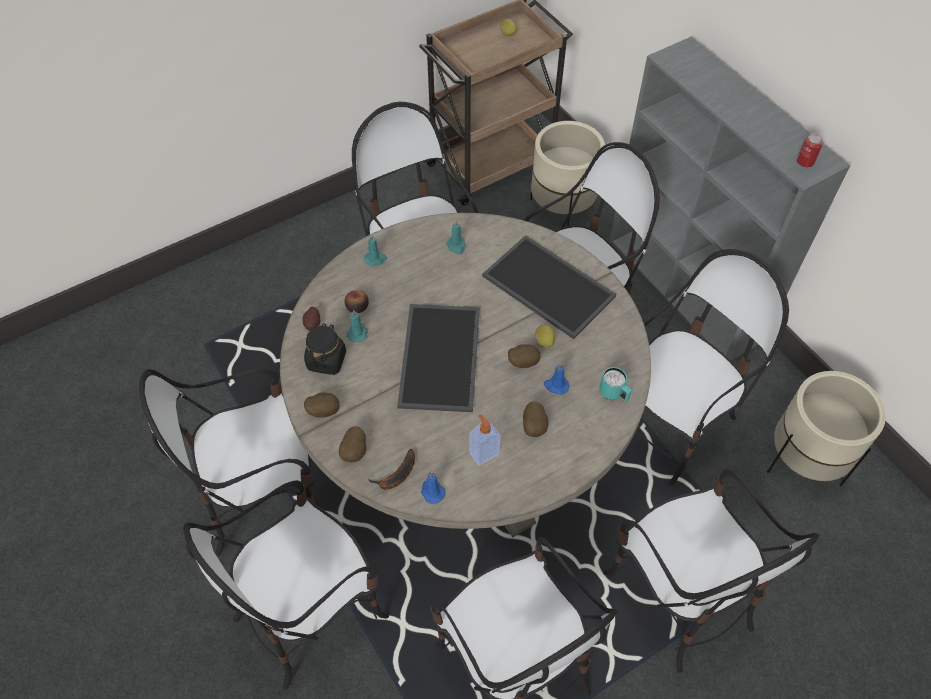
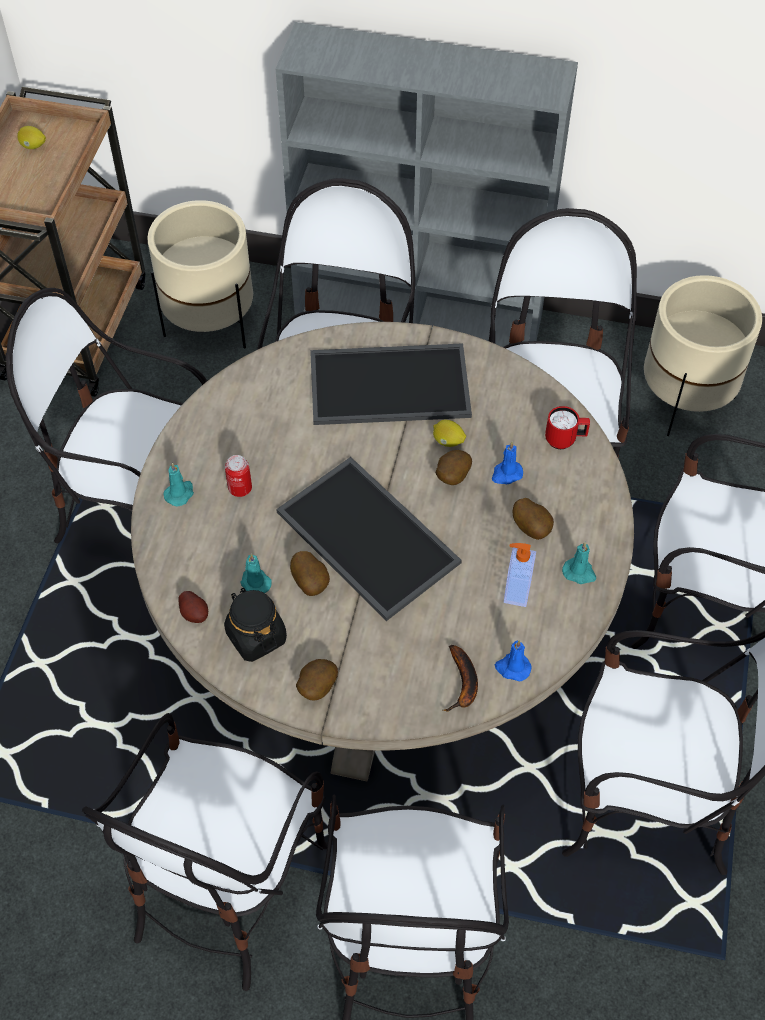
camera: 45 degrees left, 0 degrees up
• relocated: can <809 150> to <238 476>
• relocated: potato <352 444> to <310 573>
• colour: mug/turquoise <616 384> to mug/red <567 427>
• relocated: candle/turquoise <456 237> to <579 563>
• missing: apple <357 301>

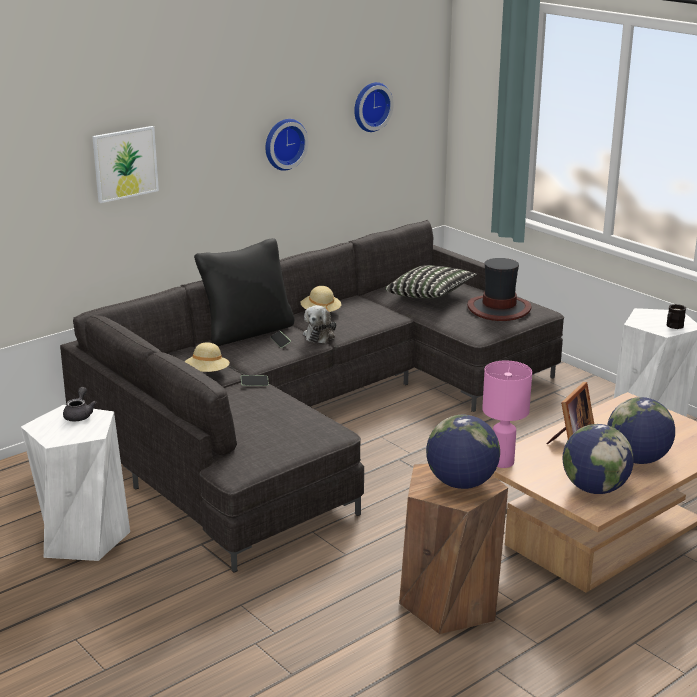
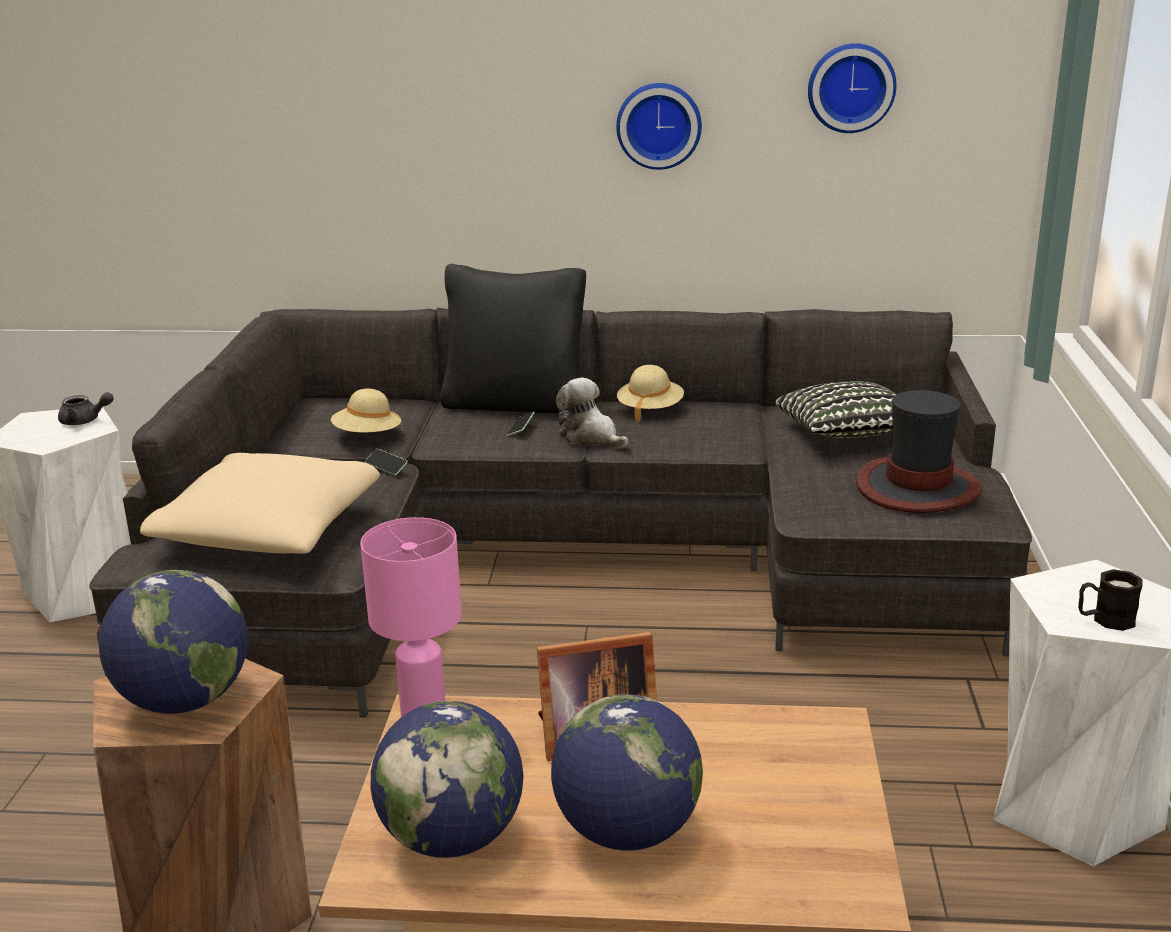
camera: 45 degrees right, 0 degrees up
• spun: teapot/grey <80 404> = <86 408> 45 degrees clockwise
• appeared: pillow/beige <260 503>
• spun: plush toy <319 324> = <592 413> 75 degrees clockwise
• missing: picture <125 164>

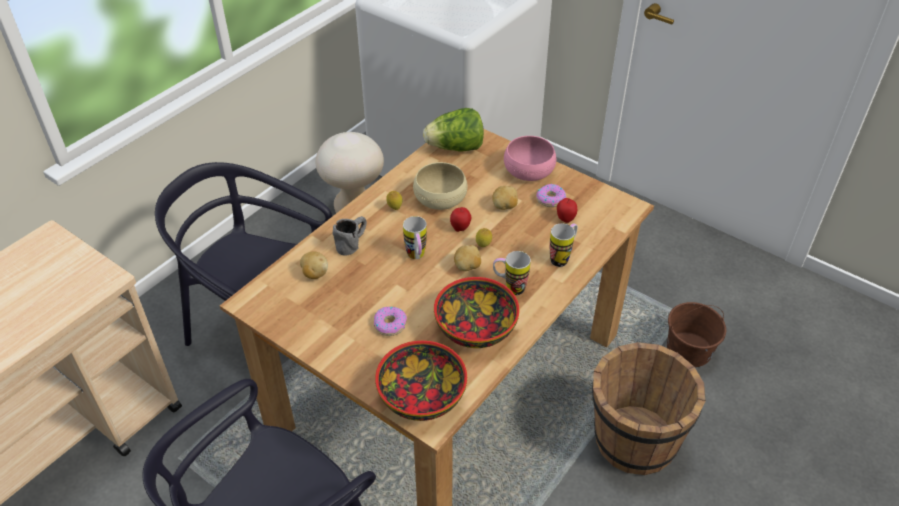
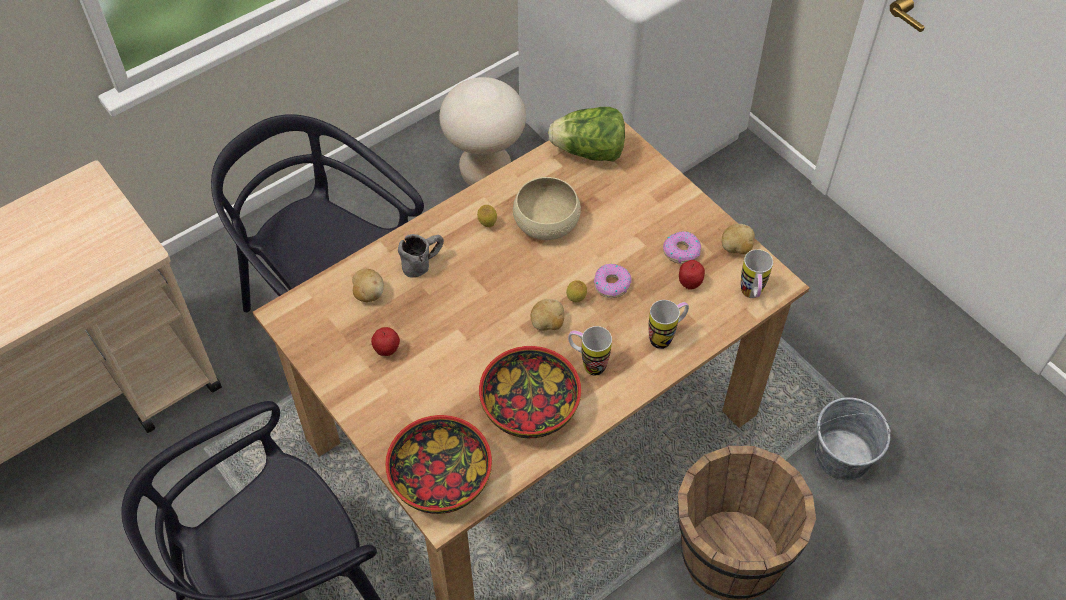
camera: 15 degrees right, 10 degrees up
• relocated: apple <460 219> to <385 341>
• relocated: donut <390 321> to <613 281>
• relocated: potato <505 198> to <738 239>
• relocated: mug <415 237> to <757 273>
• colour: bucket/brown <696 334> to bucket/grey <852 438>
• missing: bowl/pink <530 158>

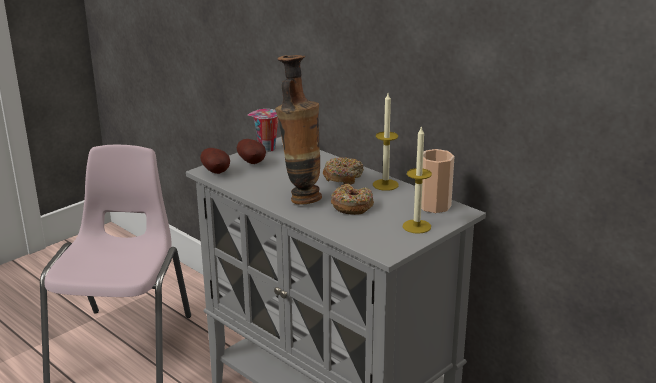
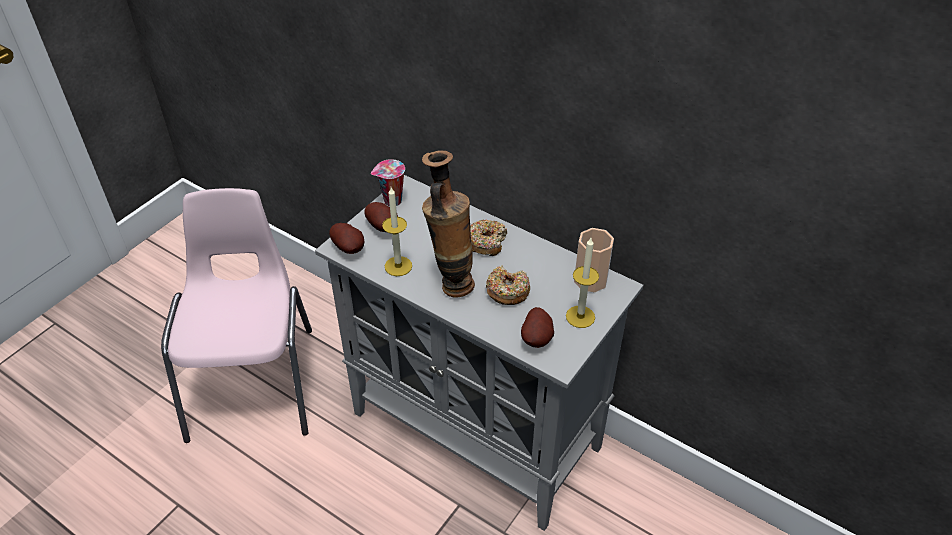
camera: 10 degrees left, 20 degrees up
• relocated: candle <386 142> to <397 231>
• appeared: potato <537 327>

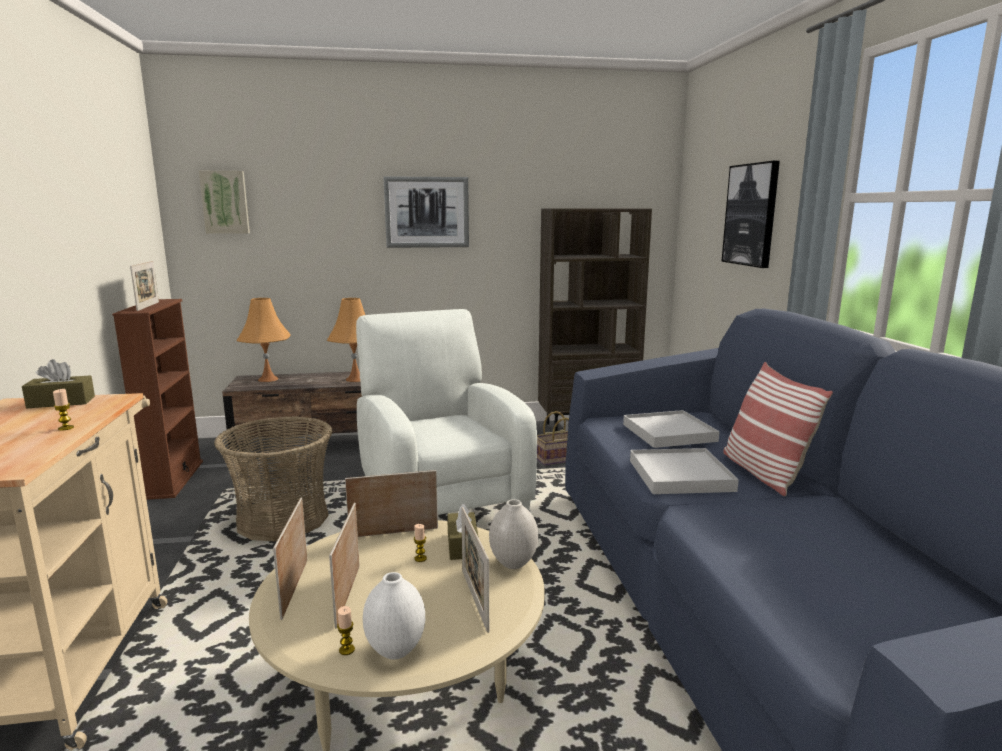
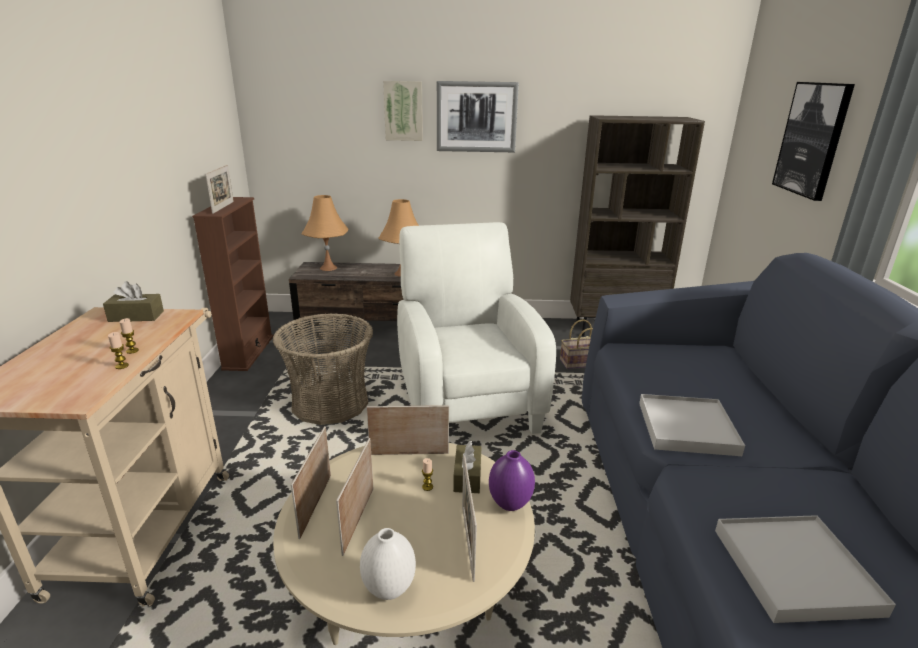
camera: 10 degrees right, 10 degrees up
• relocated: candle <346 630> to <118 350>
• relocated: picture <224 202> to <403 111>
• colour: vase/white <514 534> to vase/purple <512 480>
• relocated: tray/white <671 429> to <805 569>
• missing: pillow <778 429>

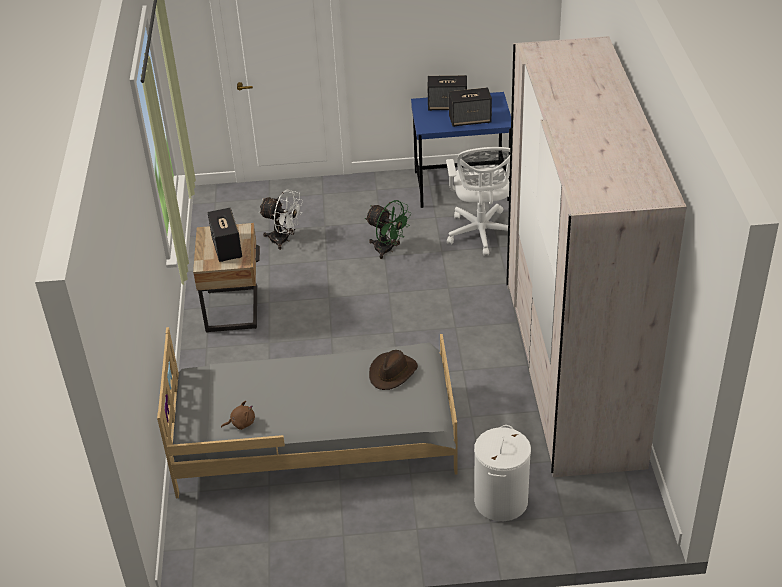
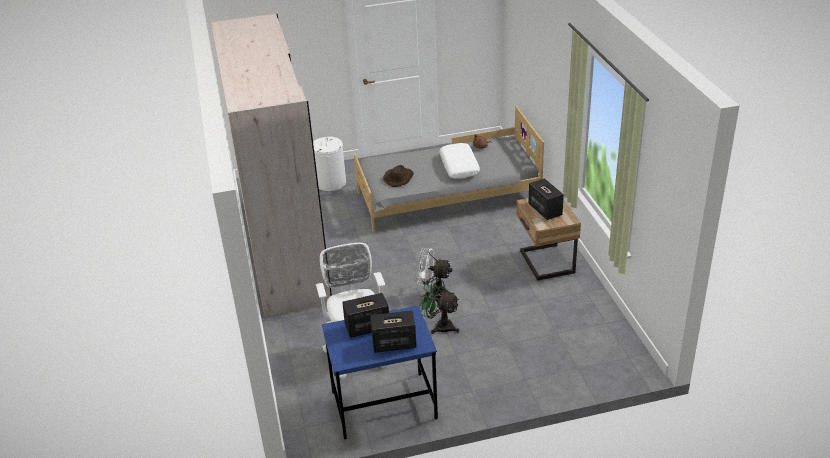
camera: 170 degrees right, 5 degrees down
• relocated: fan/white <281 220> to <435 274>
• appeared: pillow/white <459 161>

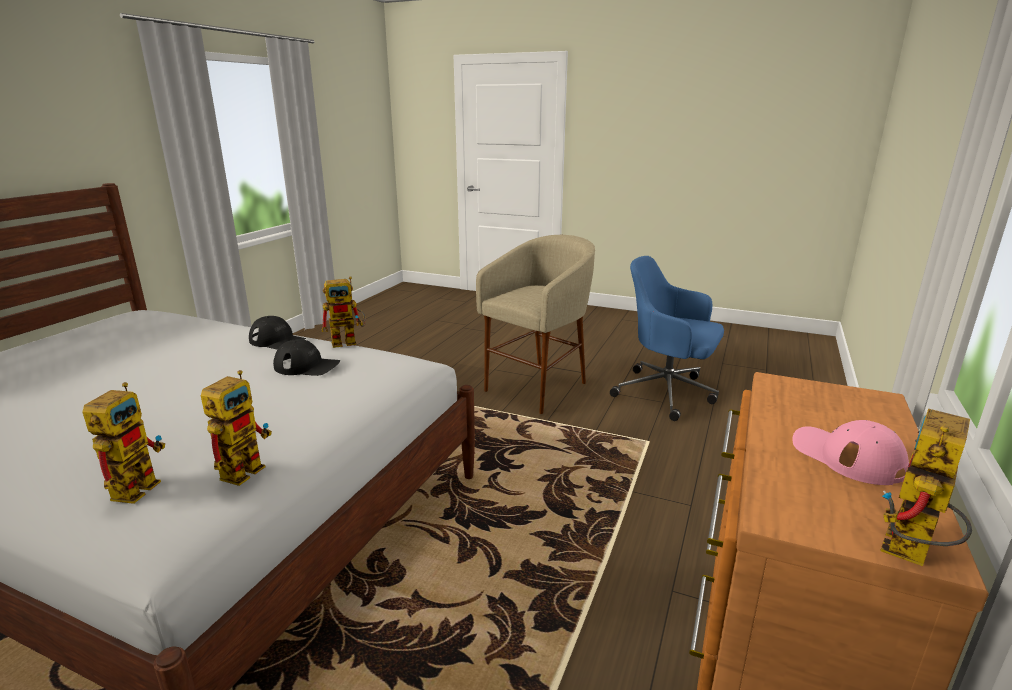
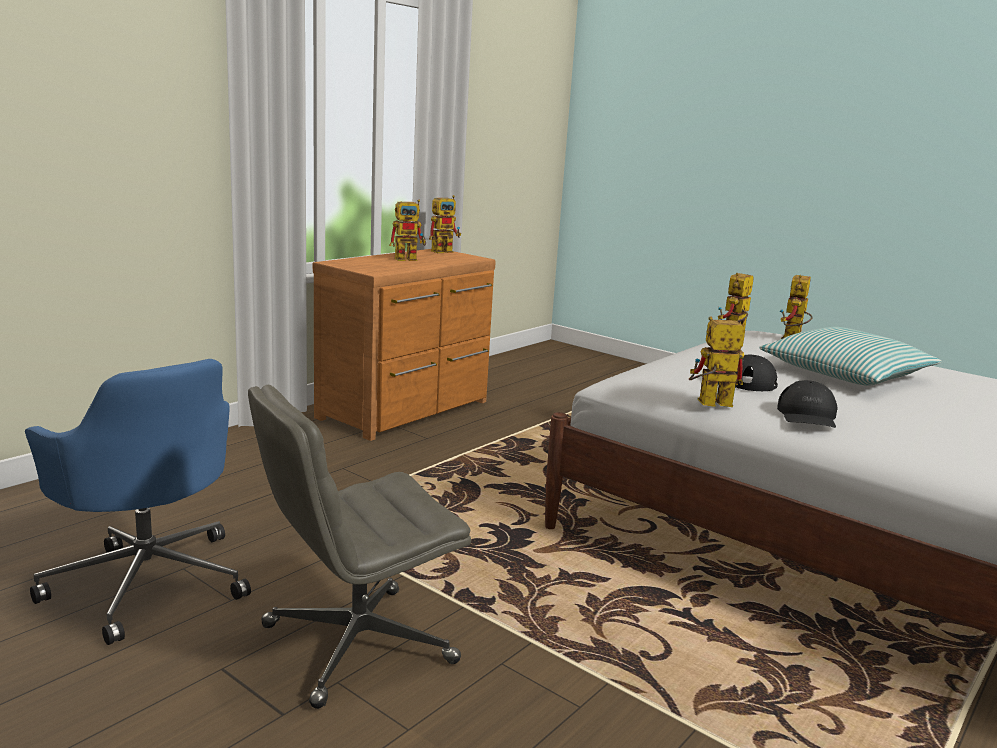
camera: 165 degrees left, 5 degrees down
• exchanged: stool/beige <535 324> to office chair/grey <359 546>
• exchanged: cap/pink <851 452> to toy robot <407 230>
• appeared: pillow <850 356>
• spun: cap/black <277 333> = <807 404> 120 degrees counterclockwise

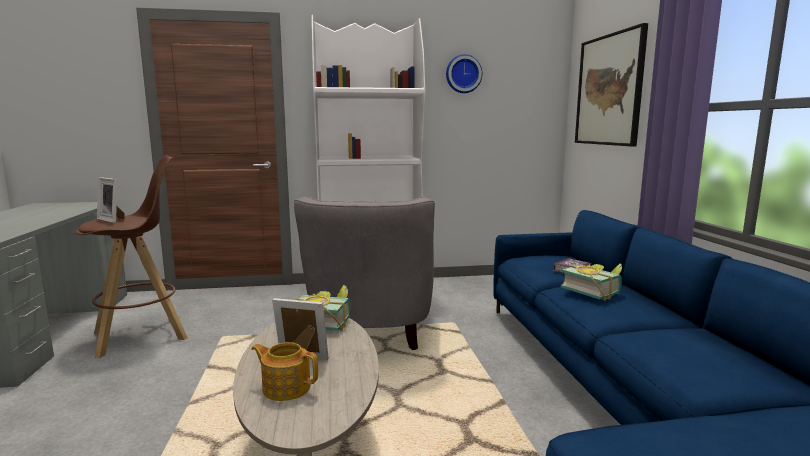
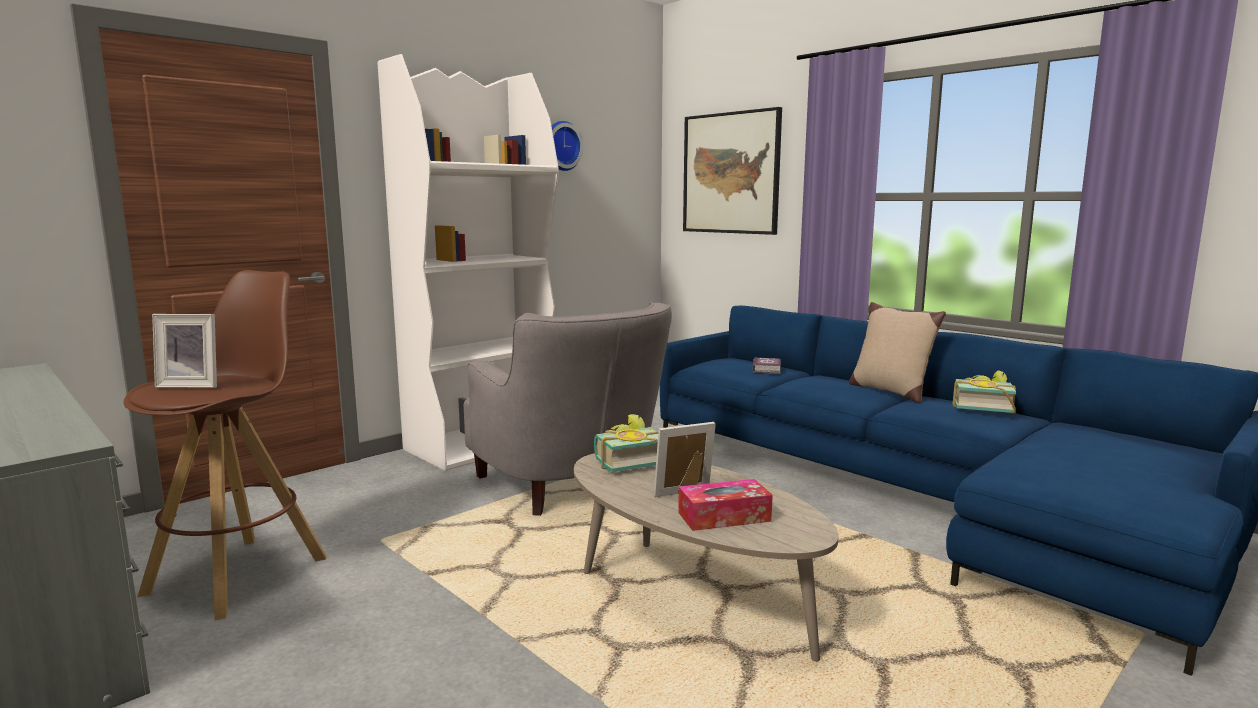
camera: 35 degrees left, 0 degrees up
• exchanged: teapot <284 371> to tissue box <725 505>
• appeared: pillow/beige <897 352>
• relocated: book <591 282> to <984 392>

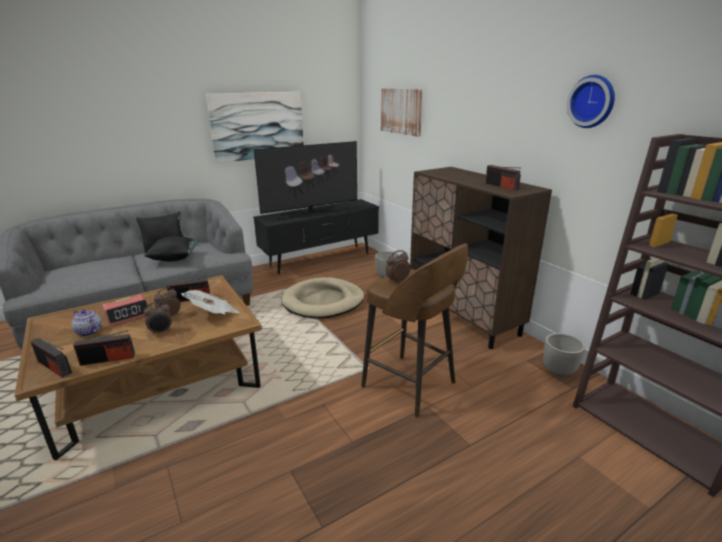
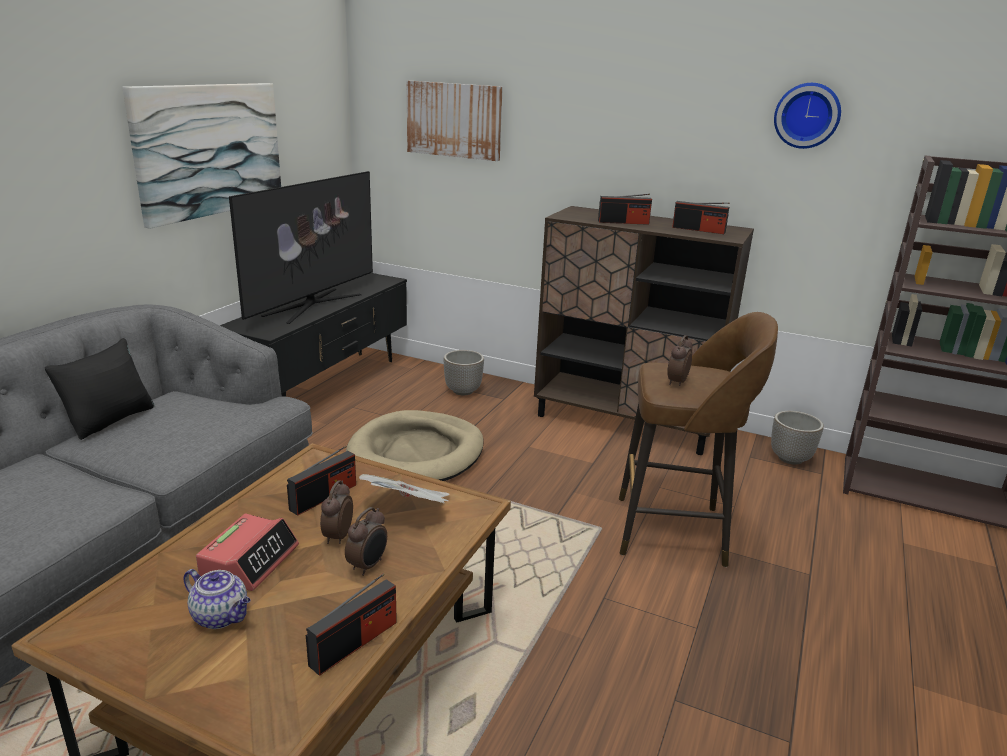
camera: 35 degrees left, 0 degrees up
• spun: teapot <87 323> = <217 599> 150 degrees counterclockwise
• relocated: radio <51 358> to <625 209>
• missing: pillow/black <171 248>

